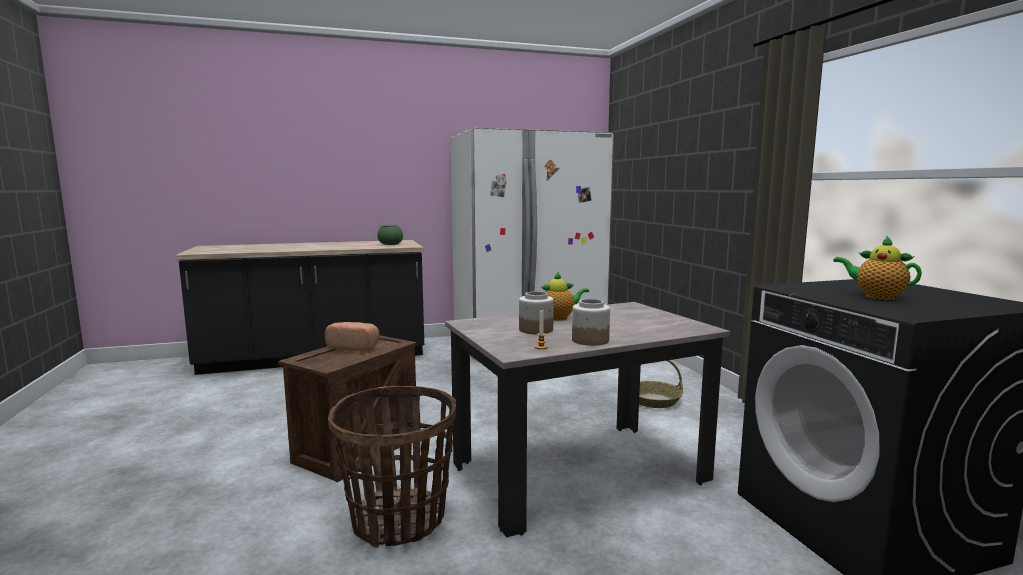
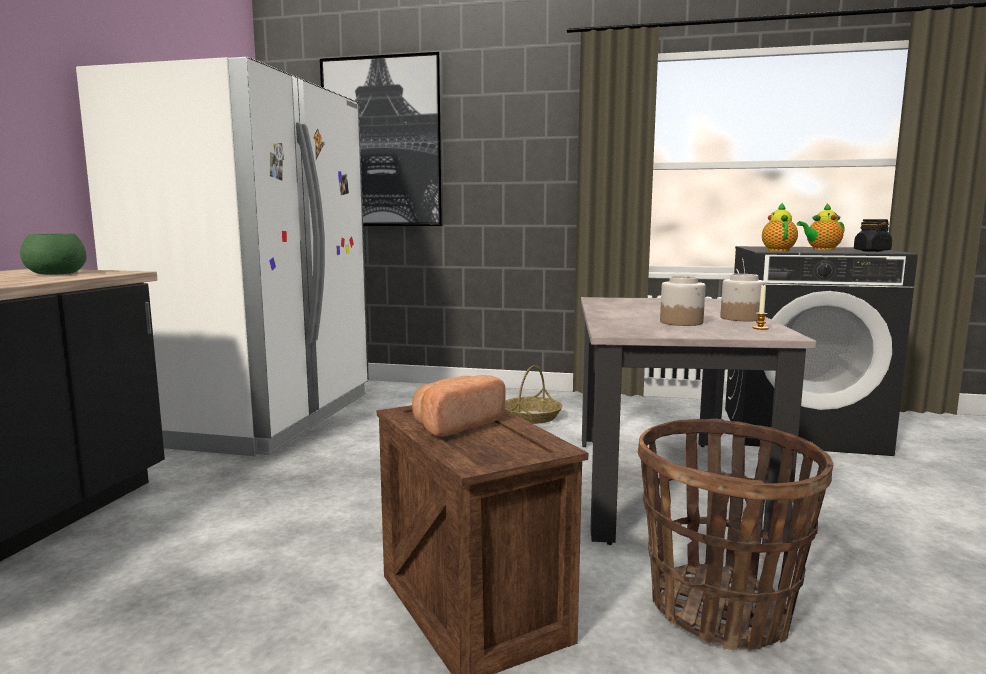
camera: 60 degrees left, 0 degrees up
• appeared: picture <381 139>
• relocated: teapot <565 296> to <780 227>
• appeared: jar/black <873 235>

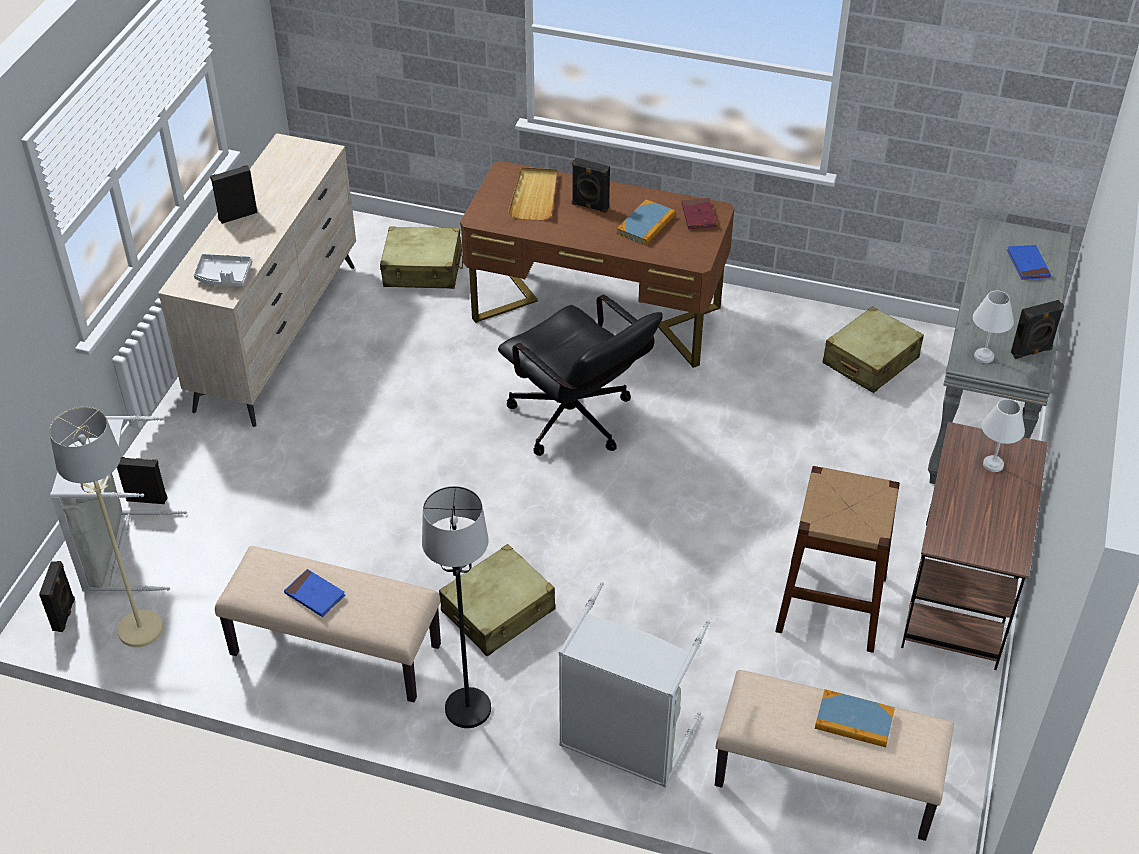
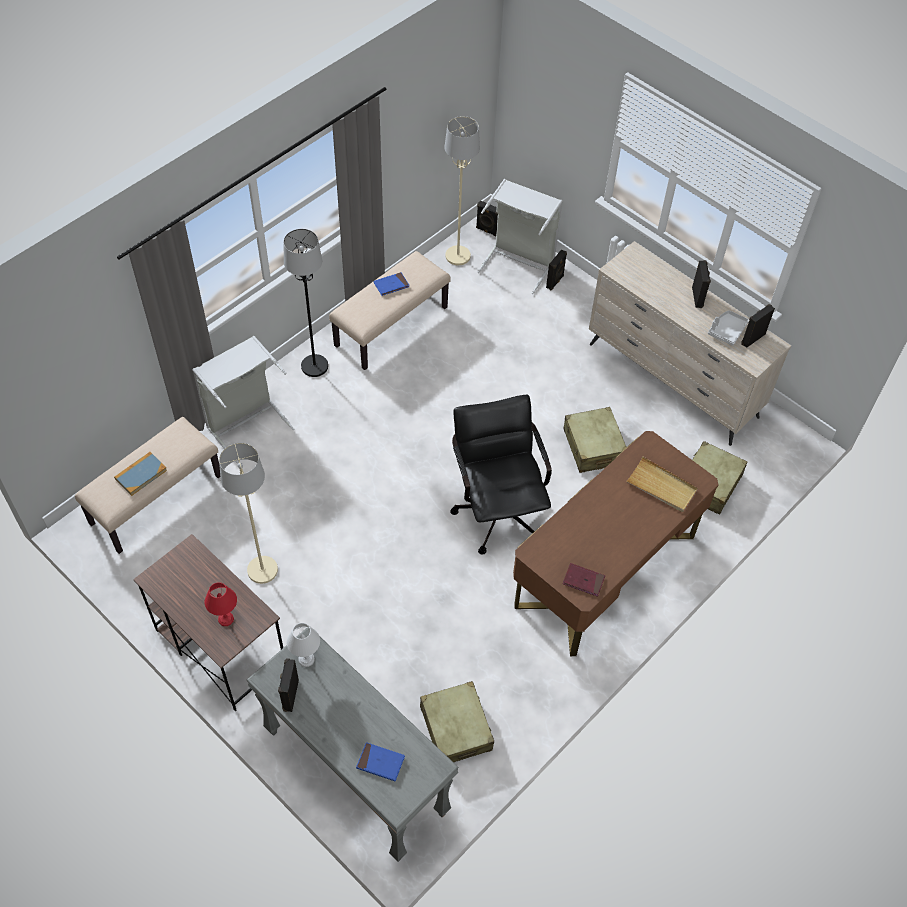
camera: 115 degrees right, 10 degrees up
• colour: table lamp/white <1003 435> to table lamp/red <221 604>
• exchanged: stool/brown <837 559> to floor lamp/beige <248 513>
• spun: office chair/black <580 375> = <501 474> 90 degrees clockwise
• relocated: suitcase/beige <497 600> to <595 440>
• relocated: tray/grey <223 270> to <728 328>
• relocated: speaker/black <591 185> to <758 326>
• missing: book <646 222>

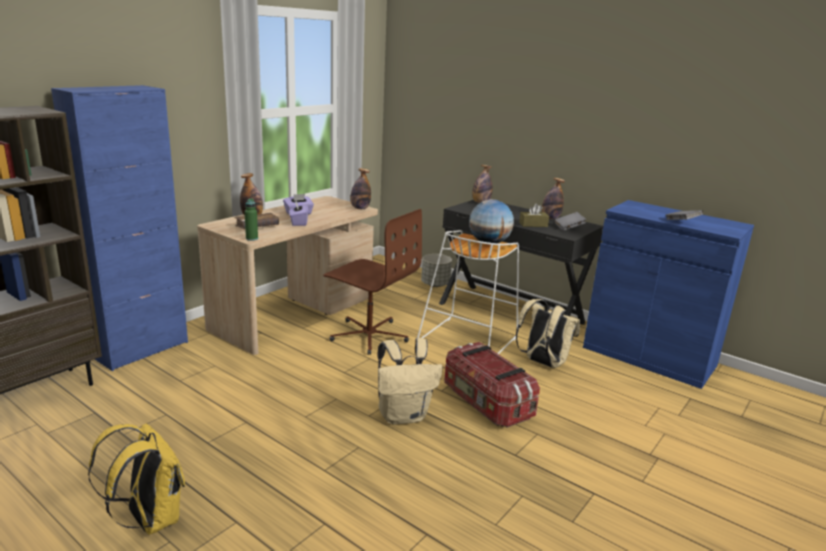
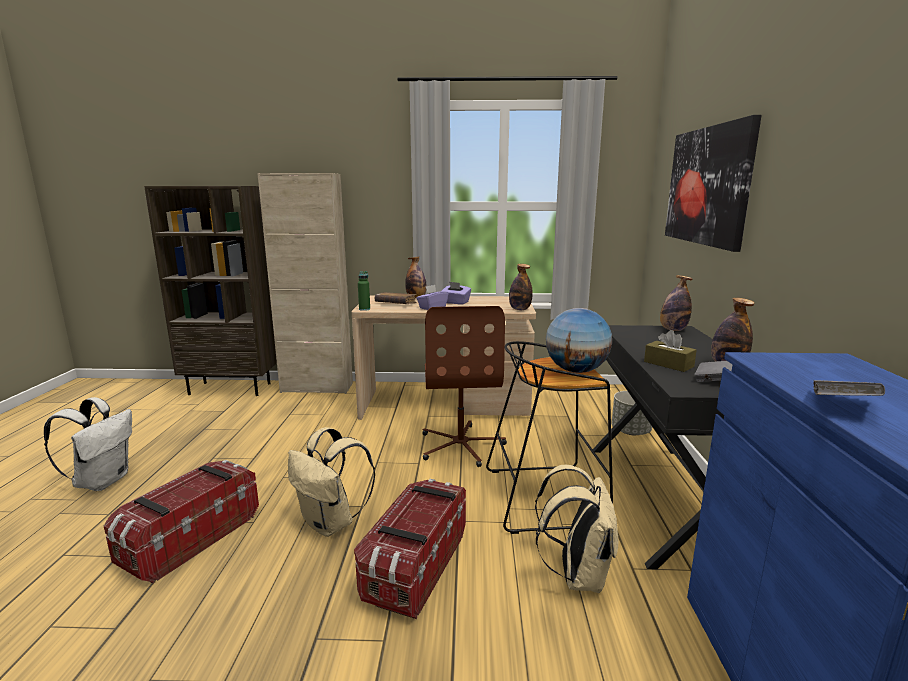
camera: 55 degrees right, 5 degrees down
• colour: backpack/yellow <136 479> to backpack/white <88 444>
• appeared: storage box <181 522>
• colour: cabinet/blue <119 228> to cabinet/beige <305 283>
• colour: stool/white <468 292> to stool/black <549 437>
• appeared: picture <713 183>

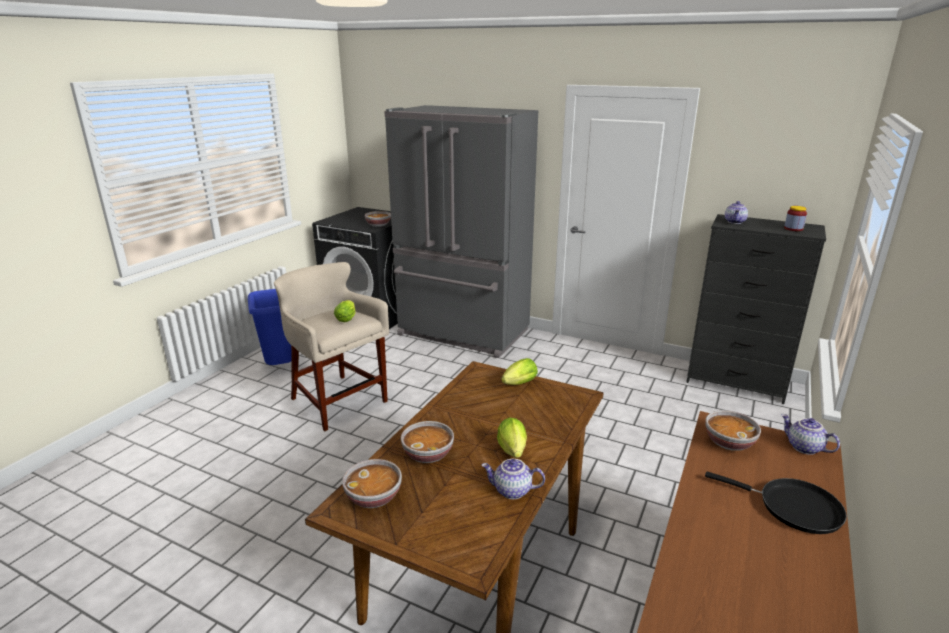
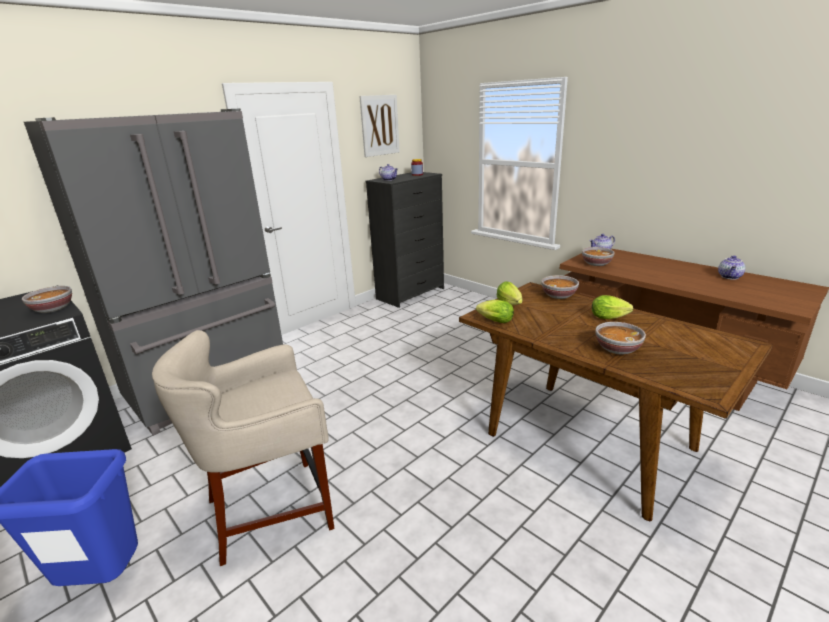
camera: 70 degrees left, 0 degrees up
• appeared: picture <379 126>
• relocated: lettuce <345 311> to <495 311>
• relocated: bowl <372 483> to <560 287>
• relocated: teapot <513 479> to <732 268>
• missing: frying pan/black <776 503>

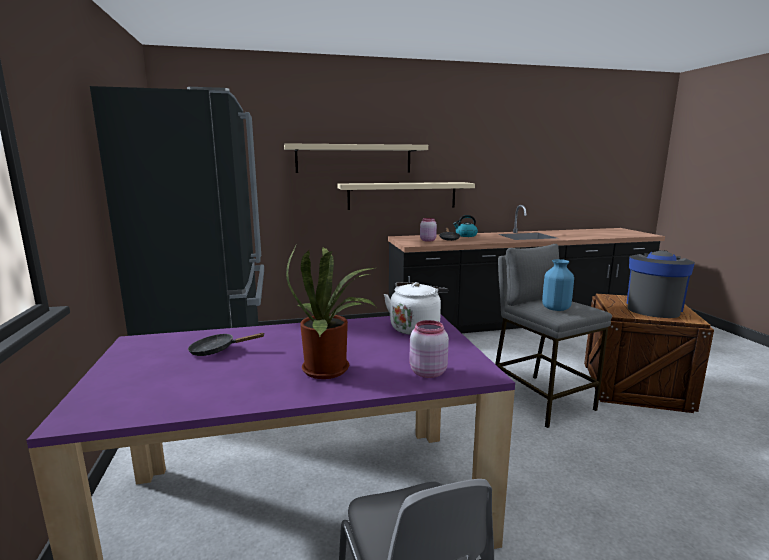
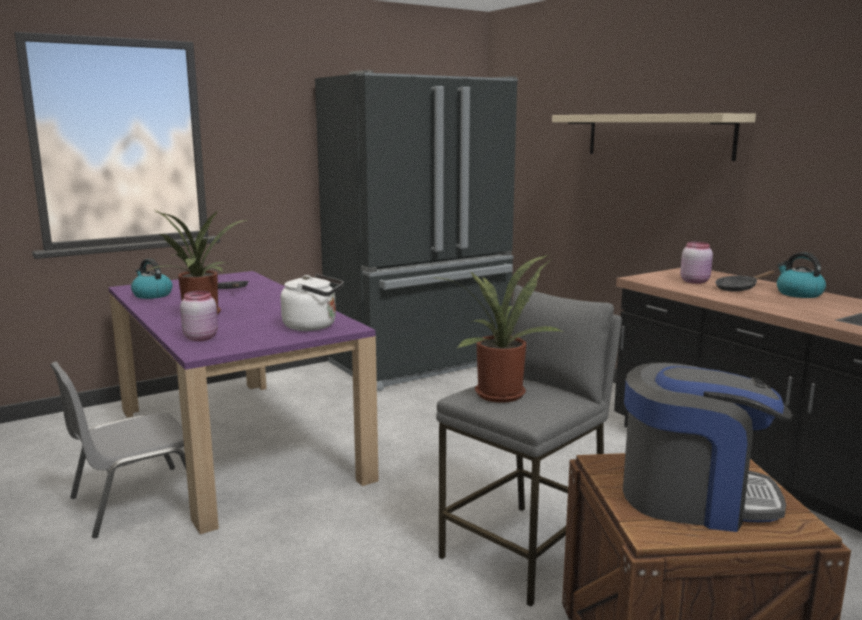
camera: 70 degrees right, 0 degrees up
• appeared: kettle <152 279>
• exchanged: vase/blue <558 285> to potted plant <500 328>
• missing: shelf/beige <406 196>

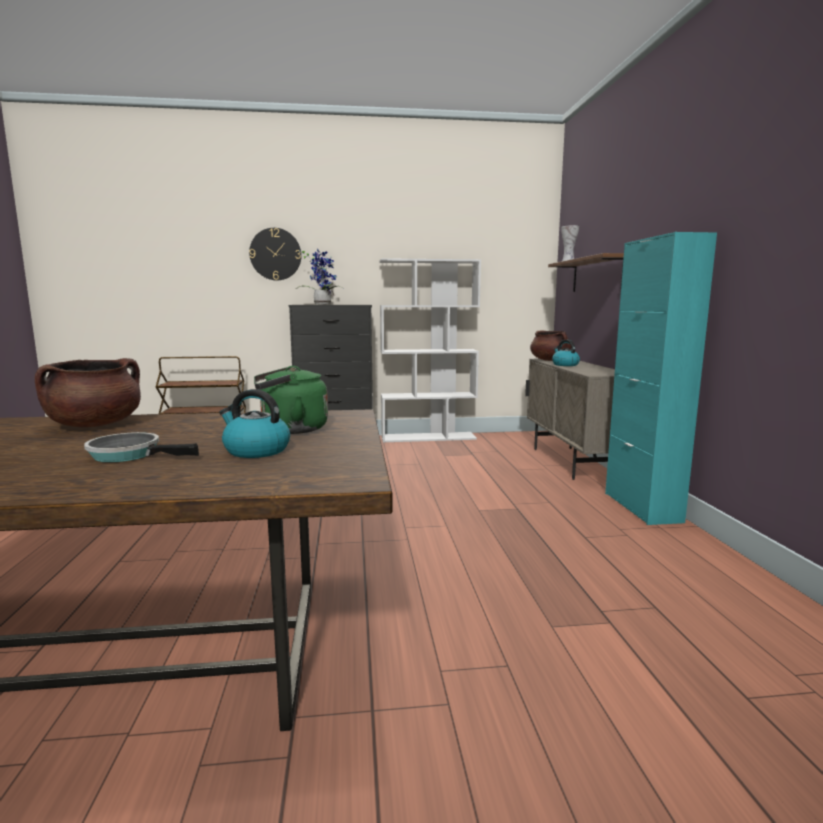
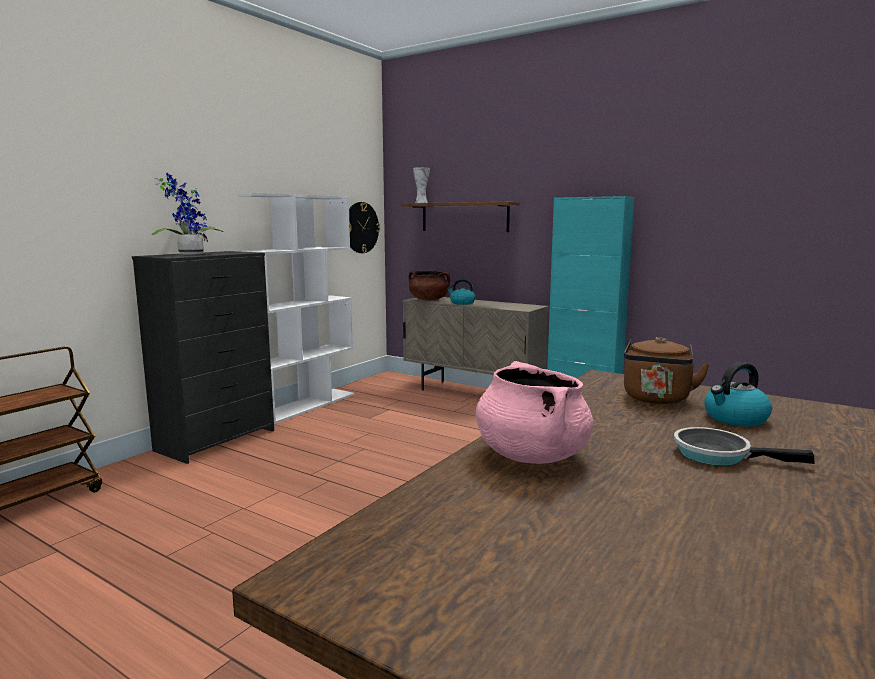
camera: 50 degrees left, 0 degrees up
• relocated: wall clock <275 254> to <364 227>
• colour: cooking pot/brown <88 392> to cooking pot/pink <534 412>
• colour: kettle/green <291 400> to kettle/brown <667 370>
• spun: frying pan <141 447> = <744 446> 60 degrees clockwise

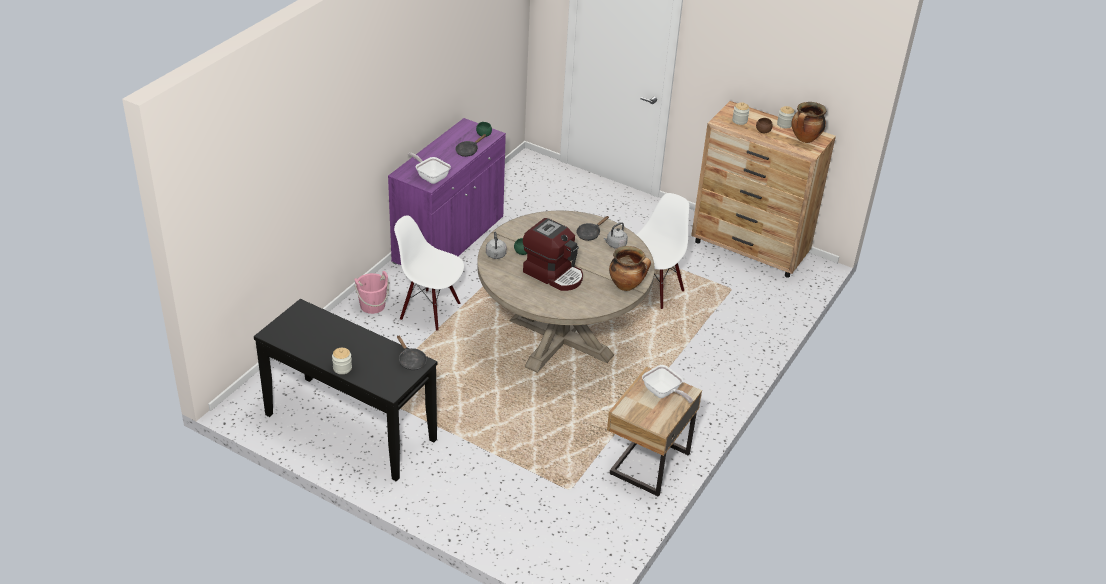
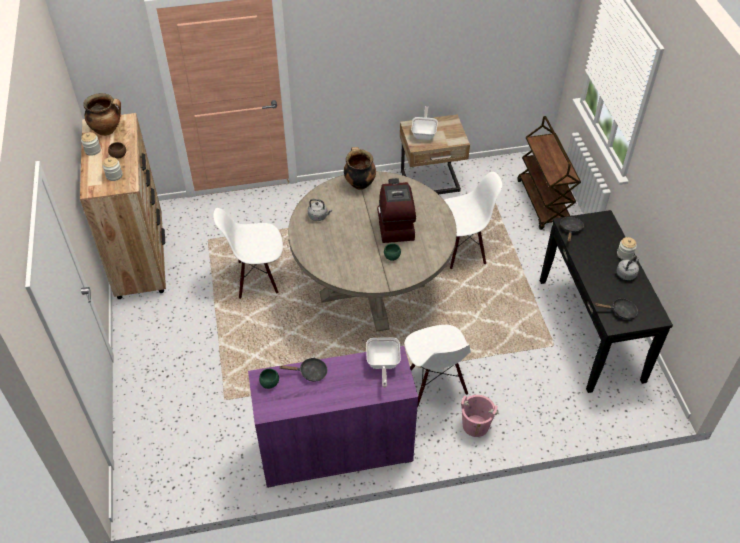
camera: 130 degrees left, 10 degrees up
• appeared: chair/white <473 220>
• appeared: cart/brown <549 173>
• relocated: frying pan/black <592 228> to <616 308>
• relocated: kettle/grey <496 245> to <628 267>

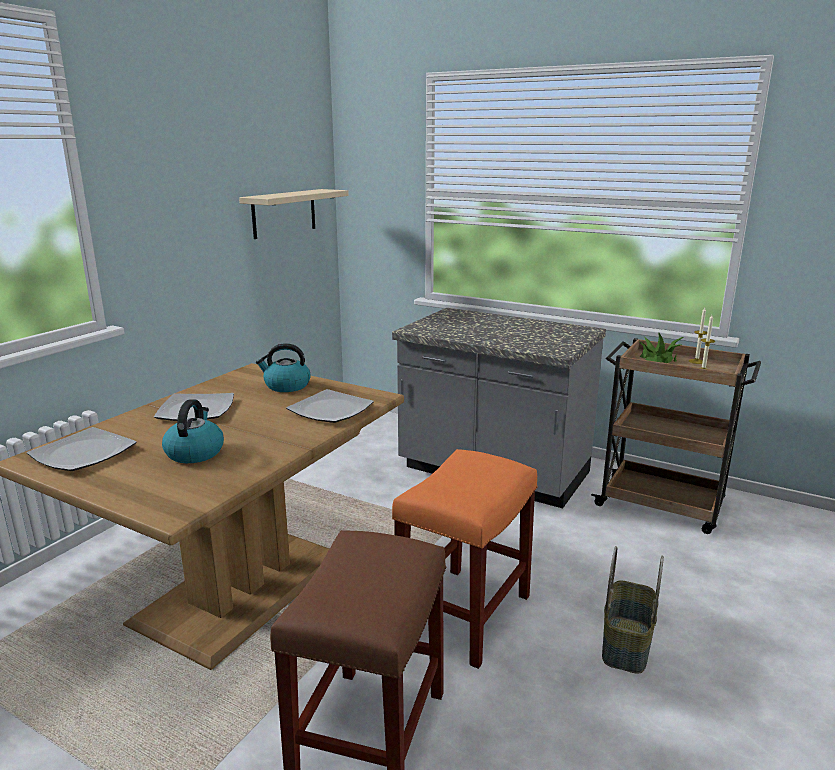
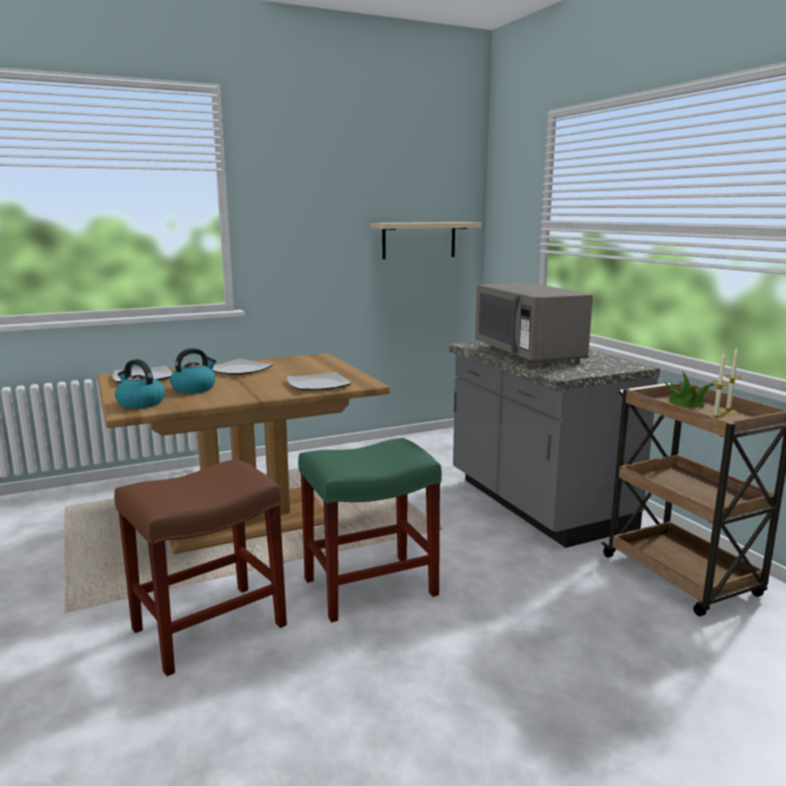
camera: 35 degrees right, 5 degrees down
• relocated: kettle <283 367> to <140 384>
• colour: stool/orange <465 559> to stool/green <370 530>
• appeared: microwave/grey <534 324>
• missing: basket <633 610>

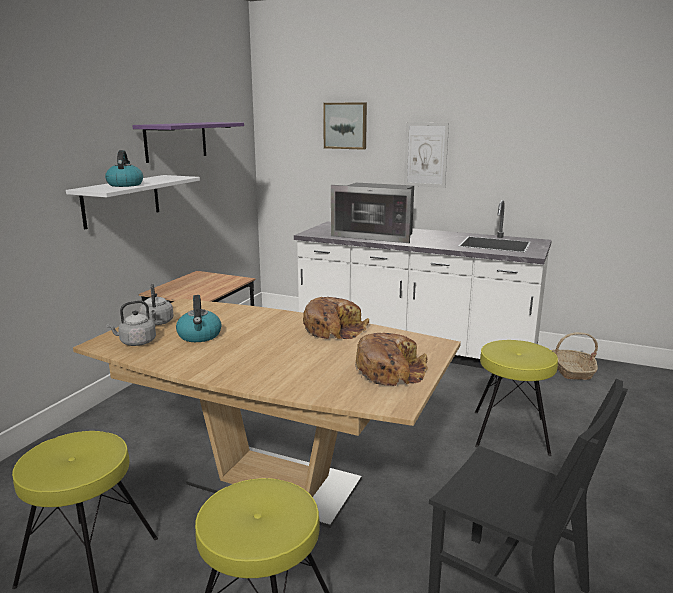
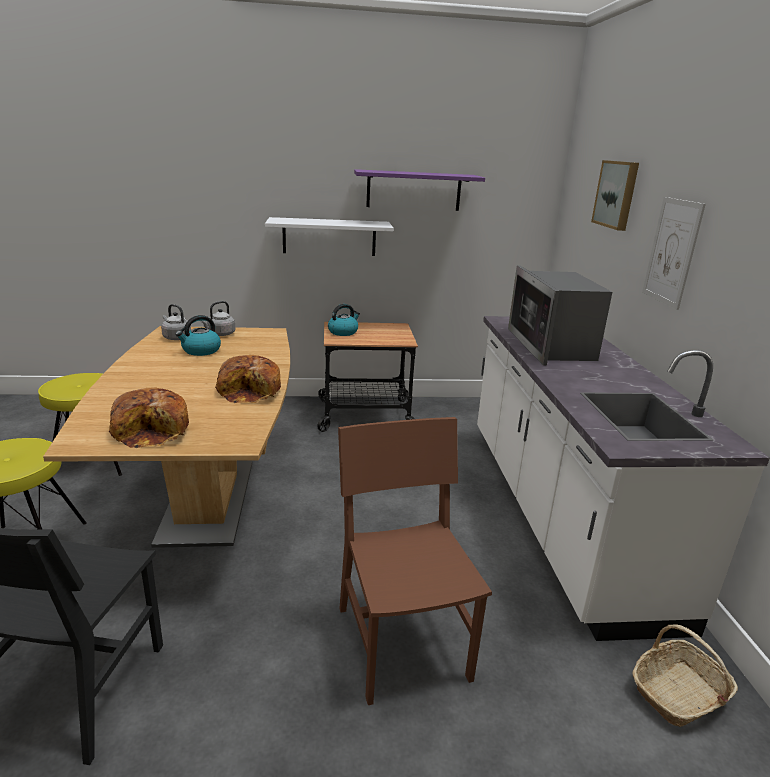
camera: 60 degrees right, 5 degrees up
• relocated: kettle <124 168> to <344 320>
• exchanged: stool/yellow <516 398> to chair/brown <415 561>

